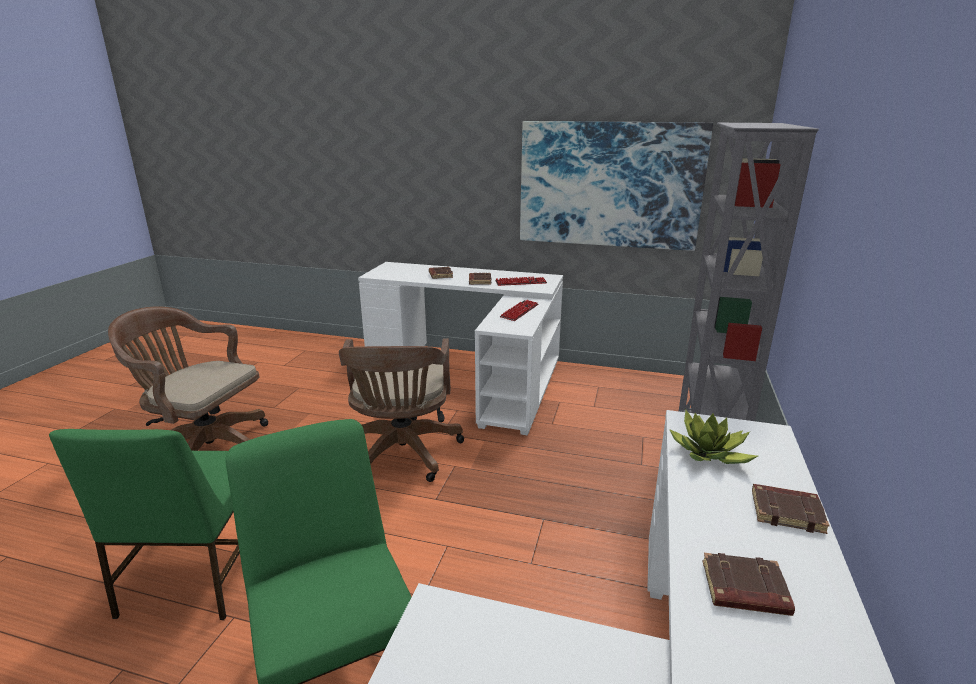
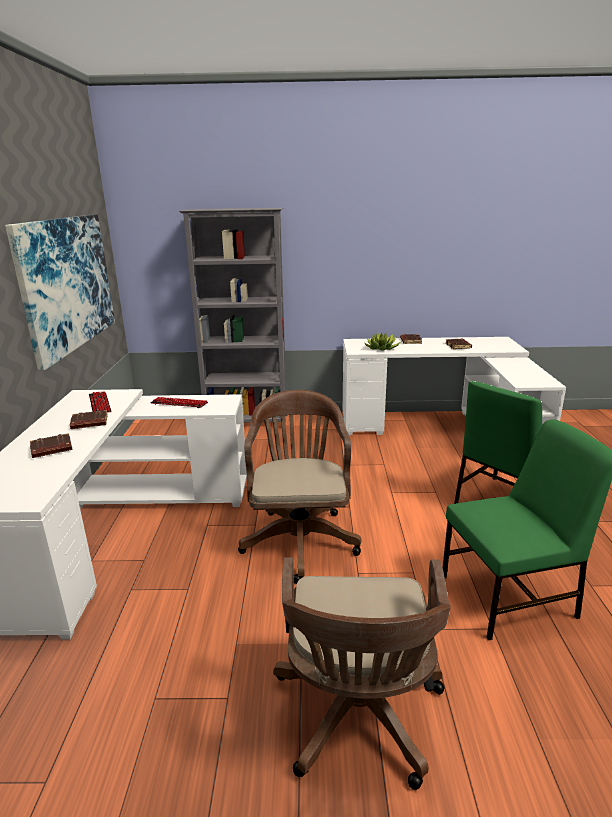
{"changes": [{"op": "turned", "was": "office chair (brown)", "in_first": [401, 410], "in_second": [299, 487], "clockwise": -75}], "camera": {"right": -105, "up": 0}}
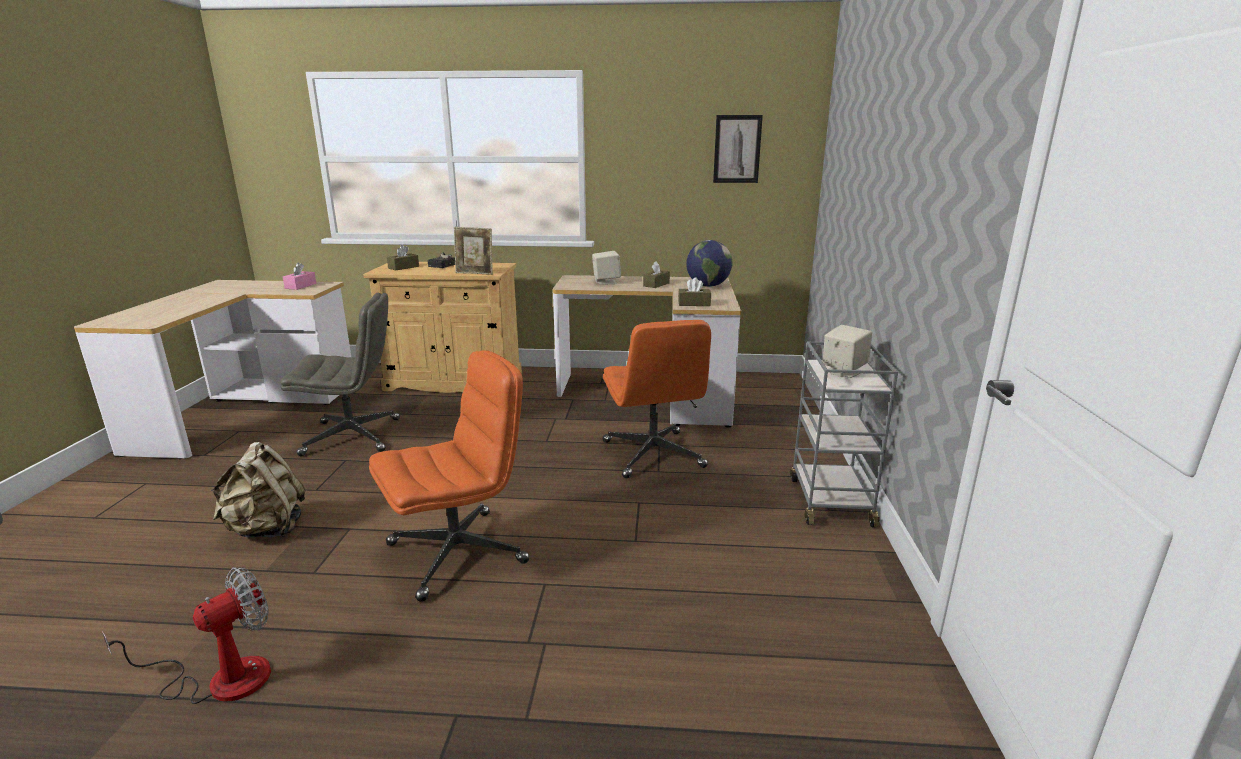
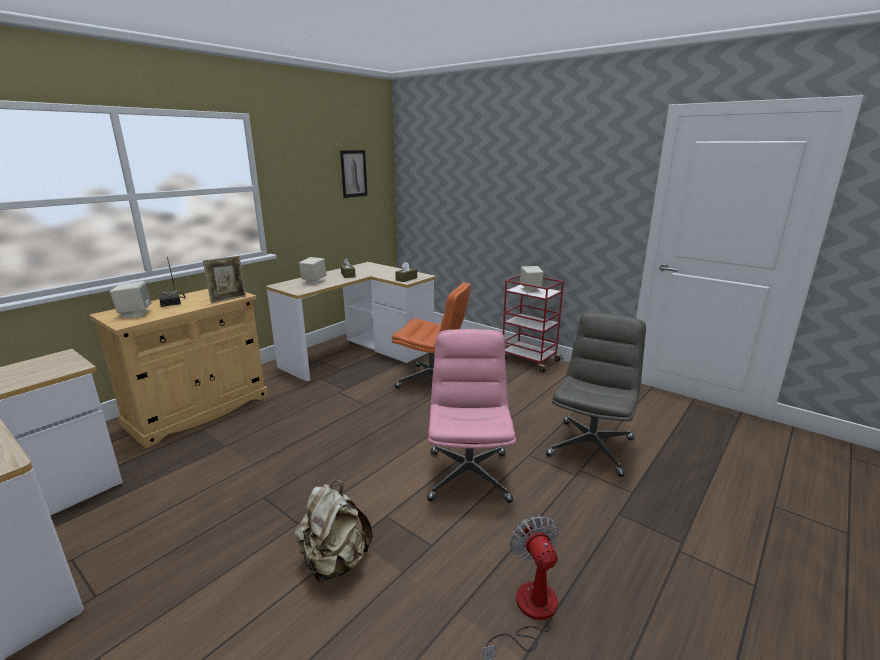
{"changes": [{"op": "moved", "was": "office chair (grey)", "in_first": [340, 374], "in_second": [596, 394]}, {"op": "removed", "was": "tissue box (pink)", "in_first": [299, 276]}, {"op": "recoloured", "was": "office chair (orange)", "now": "office chair (pink)", "in_first": [449, 476], "in_second": [471, 416]}, {"op": "replaced", "was": "tissue box (brown)", "now": "speaker (beige)", "in_first": [403, 257], "in_second": [131, 299]}, {"op": "removed", "was": "globe", "in_first": [709, 263]}, {"op": "recoloured", "was": "cart (grey)", "now": "cart (red)", "in_first": [844, 435], "in_second": [533, 323]}], "camera": {"right": -55, "up": 0}}
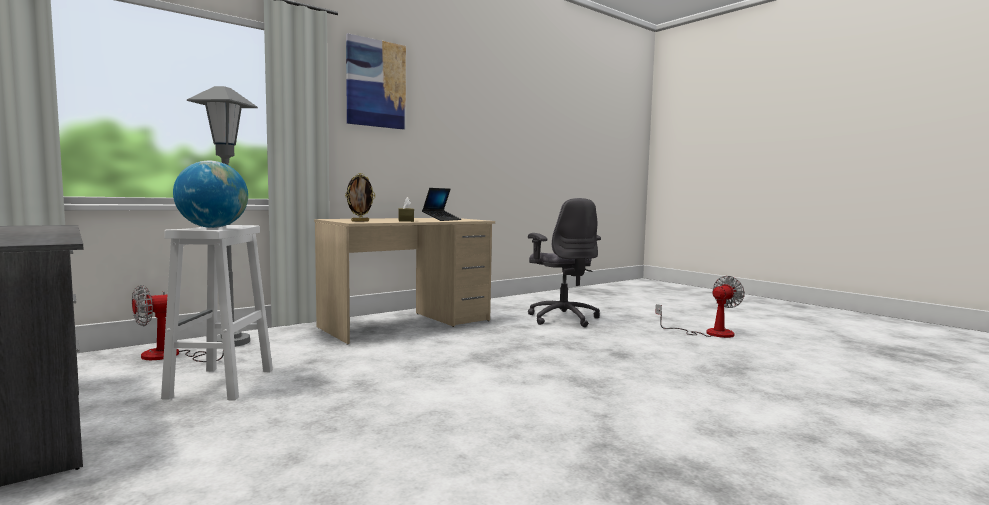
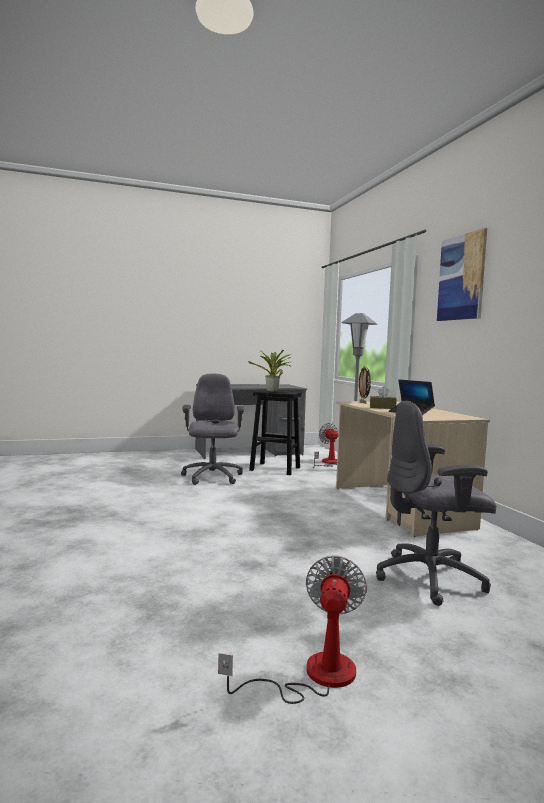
{"changes": [{"op": "recoloured", "was": "stool (white)", "now": "stool (black)", "in_first": [217, 312], "in_second": [275, 432]}, {"op": "replaced", "was": "globe", "now": "potted plant", "in_first": [210, 194], "in_second": [269, 371]}, {"op": "turned", "was": "fan", "in_first": [700, 307], "in_second": [292, 629], "clockwise": -150}, {"op": "added", "now": "office chair (grey)", "in_second": [212, 429]}], "camera": {"right": 110, "up": 0}}
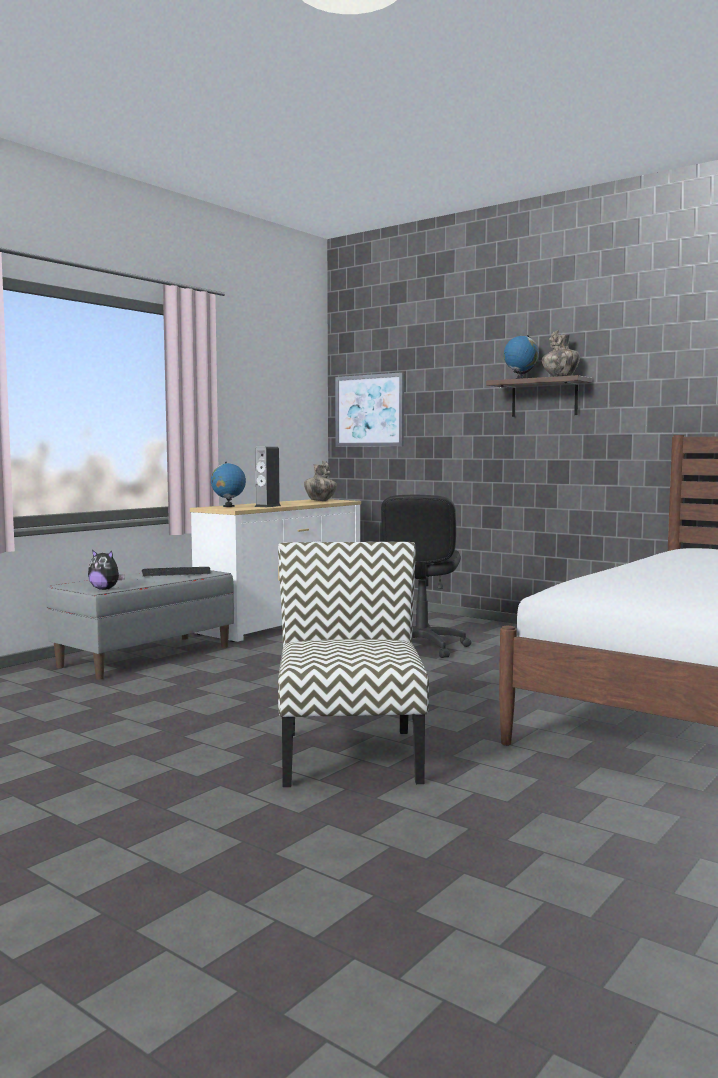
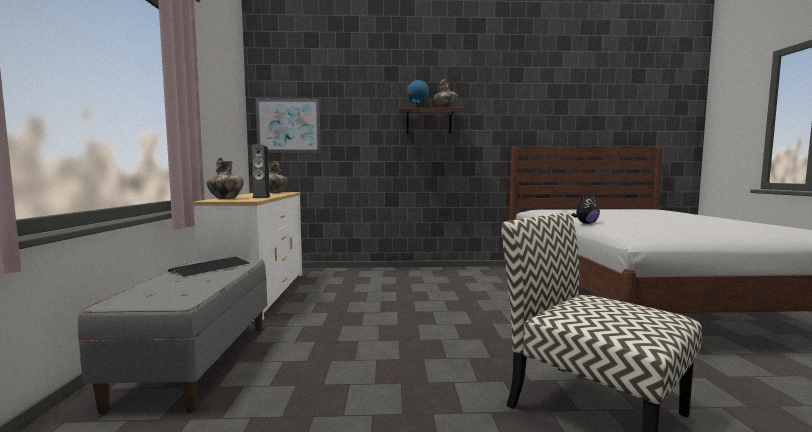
{"changes": [{"op": "moved", "was": "plush toy", "in_first": [106, 570], "in_second": [586, 209]}, {"op": "replaced", "was": "globe", "now": "vase", "in_first": [228, 484], "in_second": [225, 178]}, {"op": "removed", "was": "office chair (black)", "in_first": [426, 576]}], "camera": {"right": -40, "up": 0}}
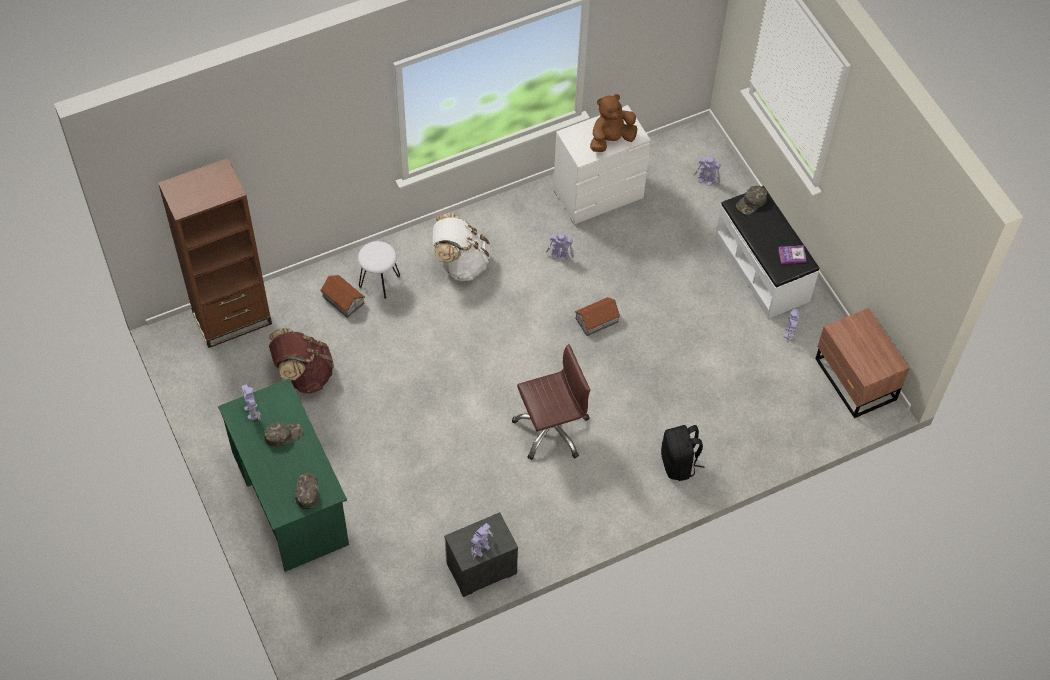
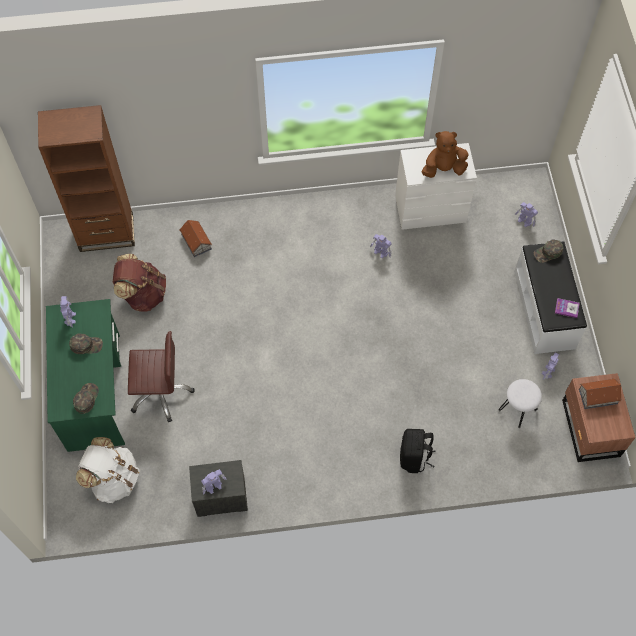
{"changes": [{"op": "moved", "was": "stool (white)", "in_first": [379, 270], "in_second": [520, 403]}, {"op": "moved", "was": "backpack (white)", "in_first": [461, 247], "in_second": [108, 470]}, {"op": "moved", "was": "office chair (brown)", "in_first": [551, 402], "in_second": [161, 376]}, {"op": "moved", "was": "toy house", "in_first": [597, 316], "in_second": [600, 394]}], "camera": {"right": 20, "up": 5}}
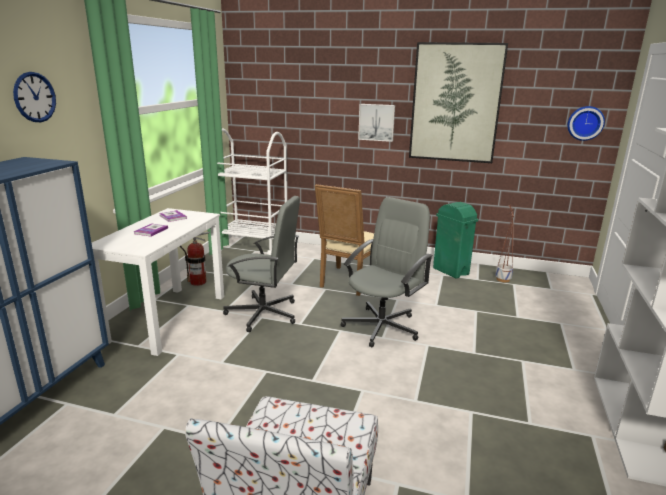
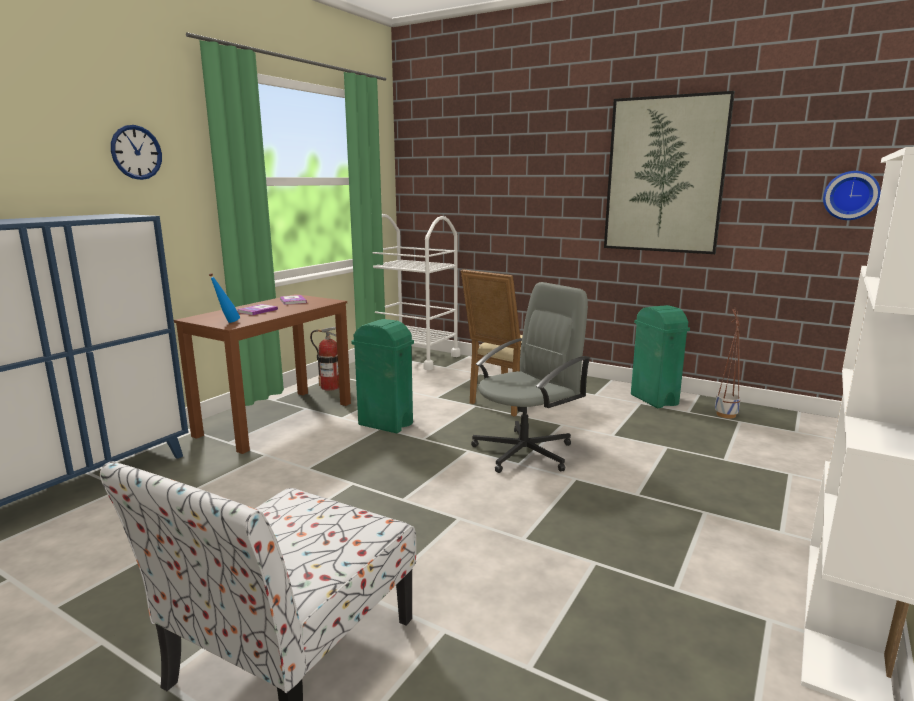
{"changes": [{"op": "recoloured", "was": "desk (white)", "now": "desk (brown)", "in_first": [158, 282], "in_second": [262, 374]}, {"op": "replaced", "was": "office chair (grey)", "now": "trash can (green)", "in_first": [261, 264], "in_second": [382, 376]}, {"op": "removed", "was": "picture", "in_first": [376, 123]}, {"op": "added", "now": "bottle (blue)", "in_second": [224, 298]}], "camera": {"right": 15, "up": -5}}
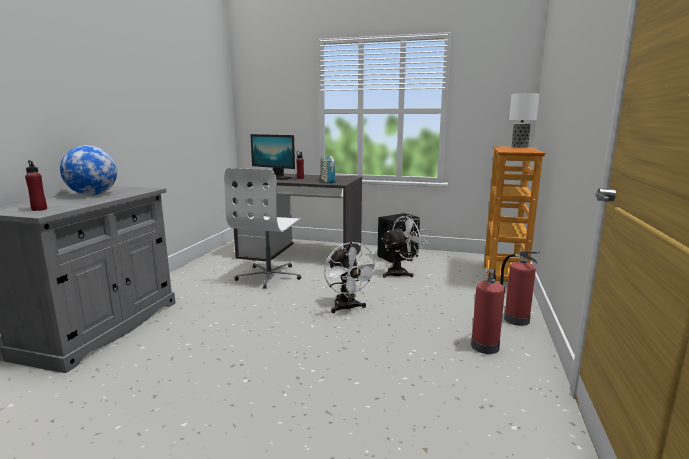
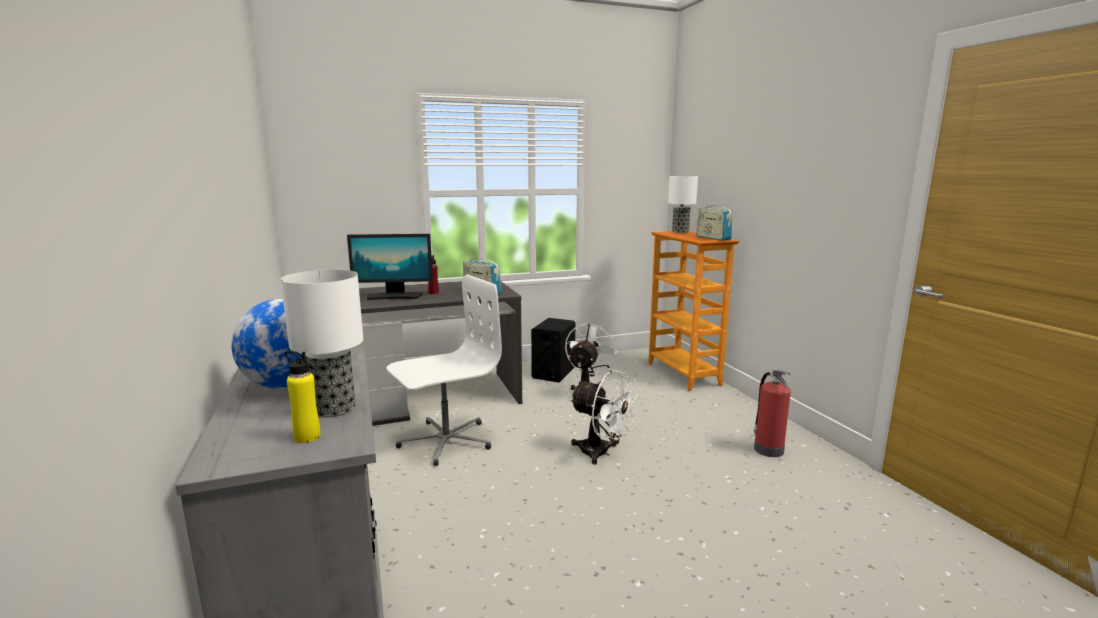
{"changes": [{"op": "recoloured", "was": "bottle (red)", "now": "bottle (yellow)", "in_first": [36, 185], "in_second": [302, 397]}, {"op": "turned", "was": "office chair (white)", "in_first": [262, 228], "in_second": [444, 370], "clockwise": -105}, {"op": "removed", "was": "fire extinguisher", "in_first": [520, 288]}, {"op": "added", "now": "table lamp", "in_second": [322, 343]}, {"op": "added", "now": "radio", "in_second": [714, 221]}], "camera": {"right": -35, "up": 0}}
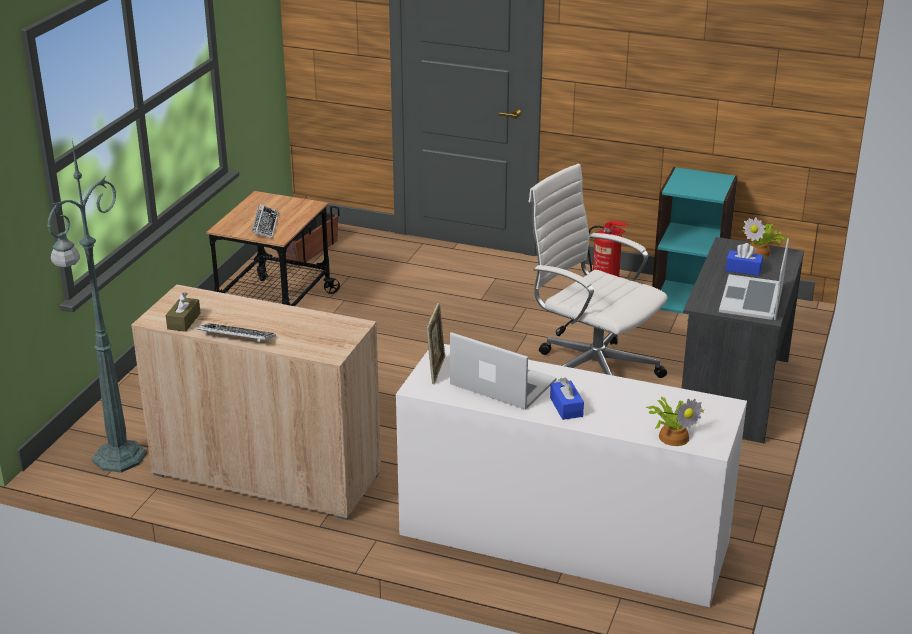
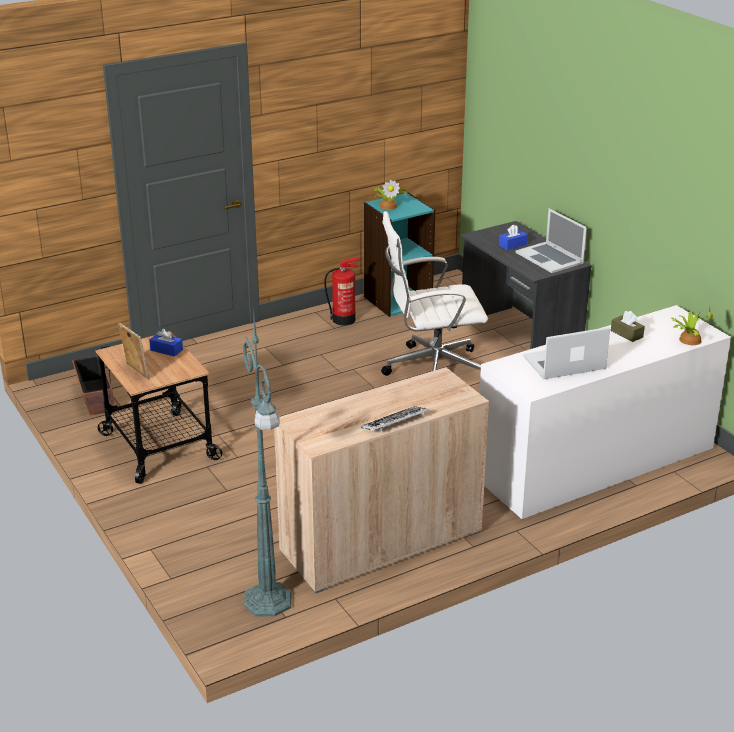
{"changes": [{"op": "moved", "was": "tissue box (brown)", "in_first": [183, 312], "in_second": [628, 326]}, {"op": "removed", "was": "keyboard", "in_first": [265, 221]}, {"op": "moved", "was": "picture frame", "in_first": [435, 343], "in_second": [133, 350]}, {"op": "moved", "was": "tissue box (blue)", "in_first": [567, 398], "in_second": [166, 343]}, {"op": "moved", "was": "potted plant", "in_first": [762, 237], "in_second": [390, 194]}], "camera": {"right": -50, "up": 0}}
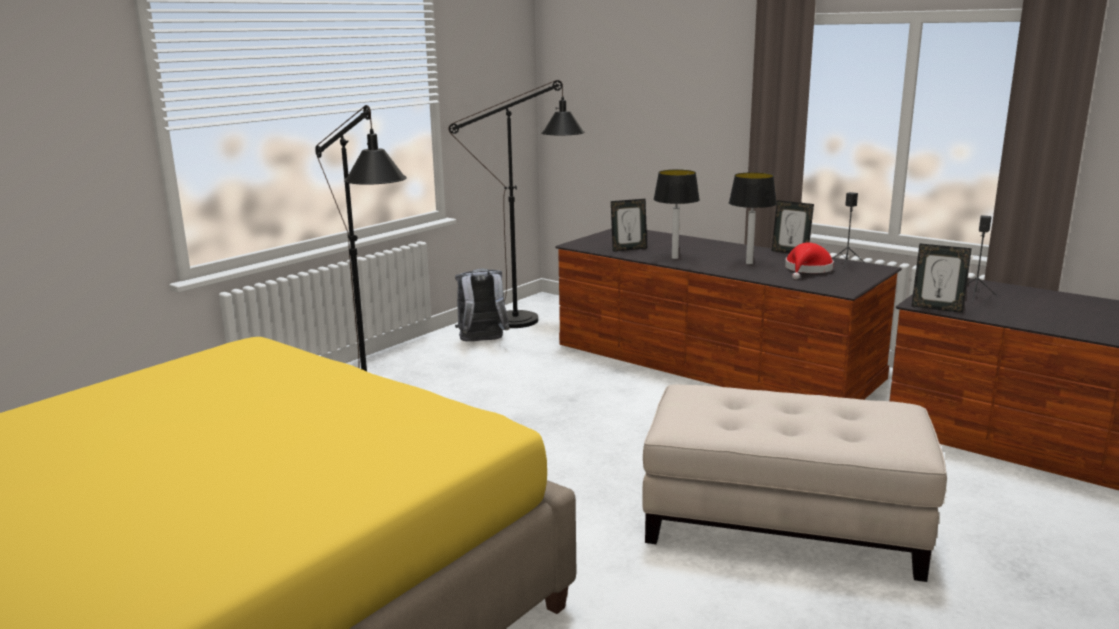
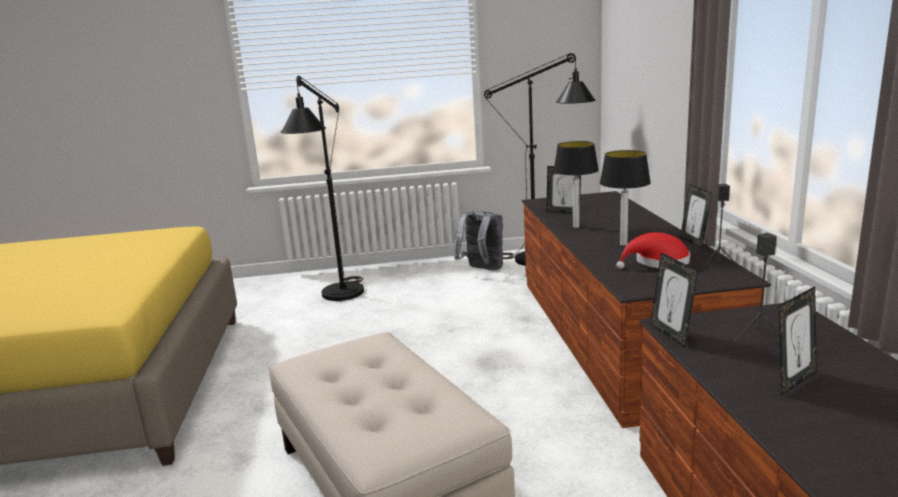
{"changes": [{"op": "added", "now": "picture frame", "in_second": [798, 341]}], "camera": {"right": 45, "up": 0}}
